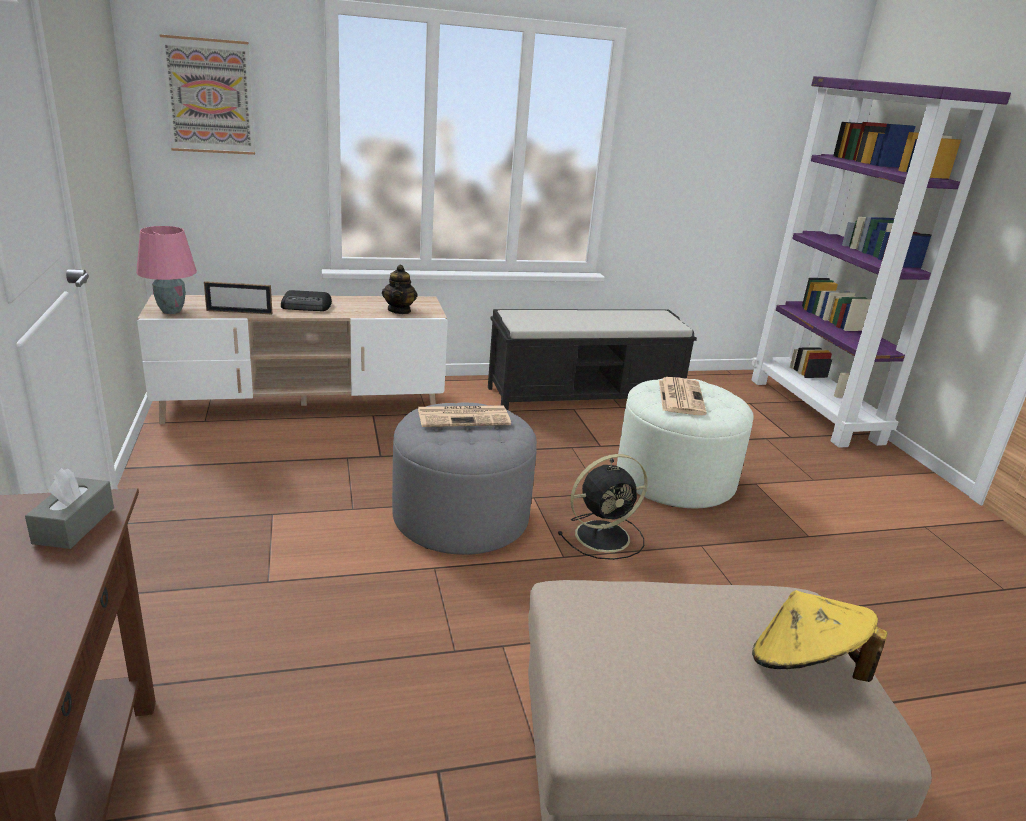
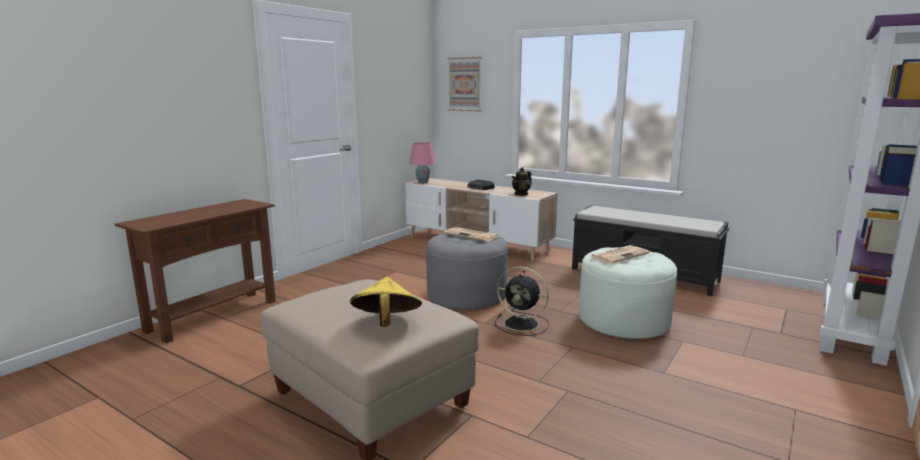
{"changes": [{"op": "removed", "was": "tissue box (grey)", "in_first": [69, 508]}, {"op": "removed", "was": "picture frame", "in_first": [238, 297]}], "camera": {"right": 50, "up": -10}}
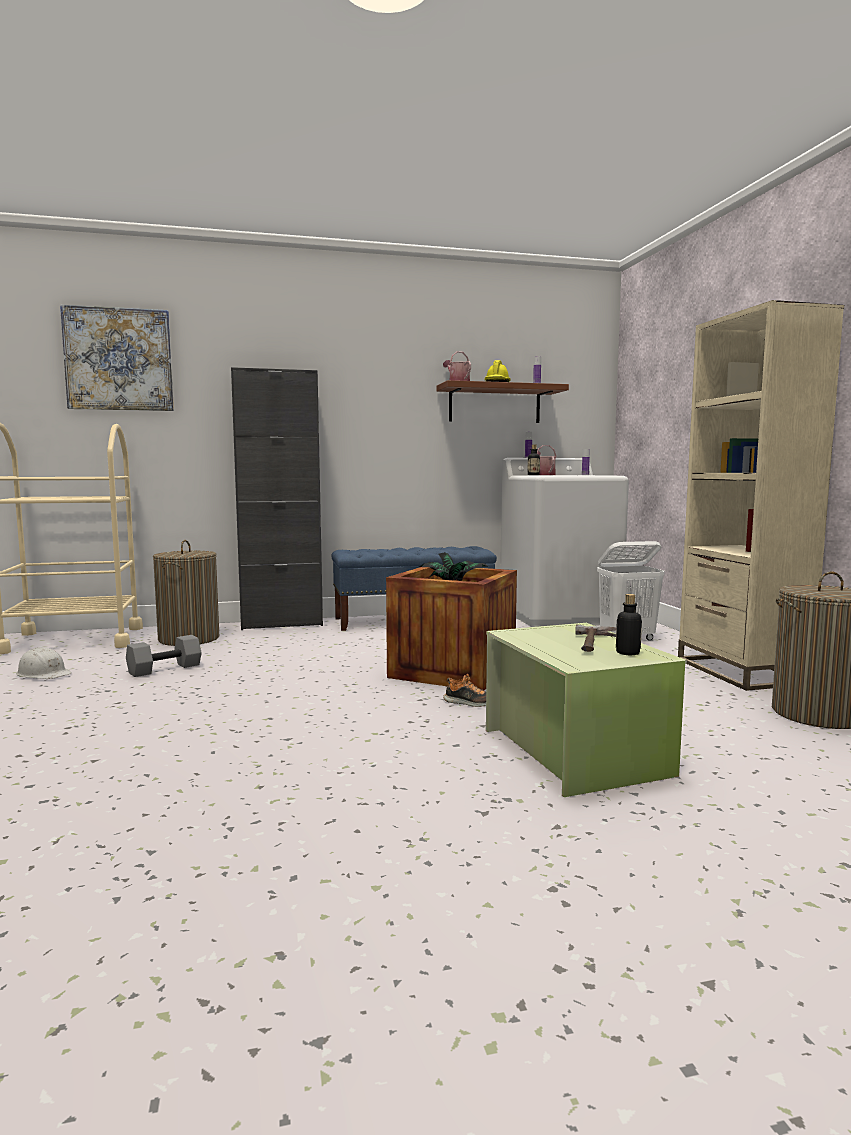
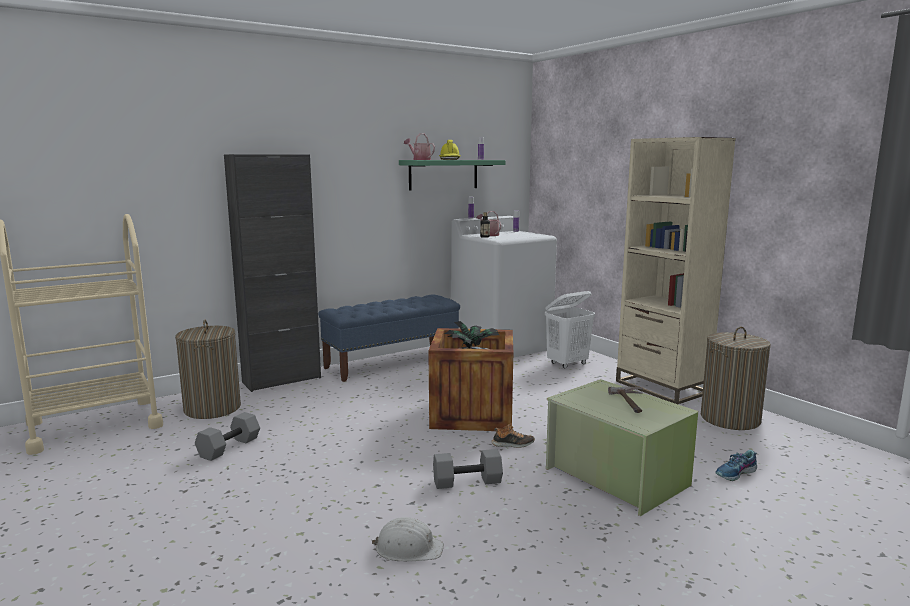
{"changes": [{"op": "moved", "was": "hard hat (white)", "in_first": [44, 663], "in_second": [408, 539]}, {"op": "removed", "was": "picture", "in_first": [117, 357]}, {"op": "recoloured", "was": "shelf (brown)", "now": "shelf (green)", "in_first": [503, 401], "in_second": [452, 175]}, {"op": "removed", "was": "bottle", "in_first": [629, 624]}, {"op": "added", "now": "dumbbell (grey)", "in_second": [468, 469]}, {"op": "added", "now": "shoe", "in_second": [736, 465]}], "camera": {"right": -20, "up": 5}}
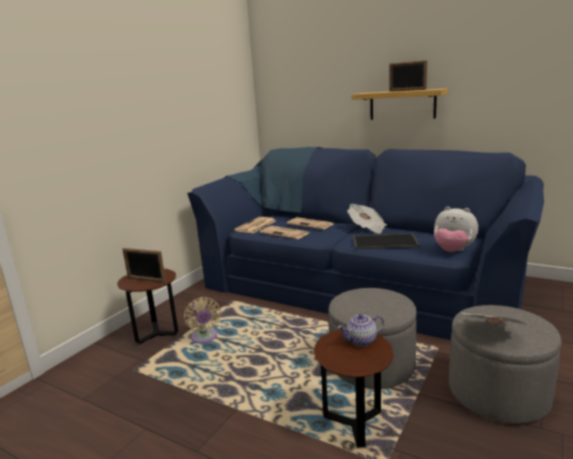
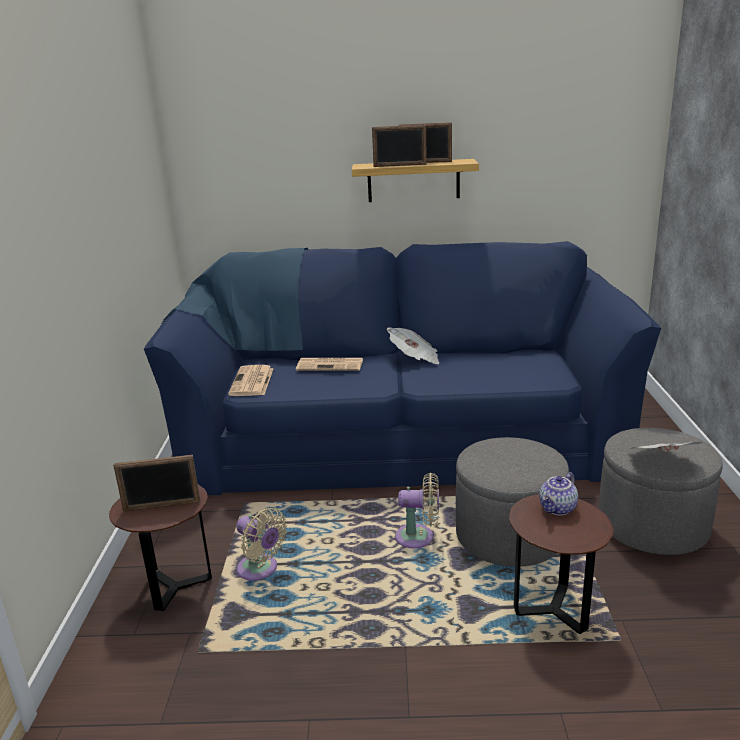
{"changes": [{"op": "removed", "was": "newspaper", "in_first": [284, 232]}, {"op": "removed", "was": "tray", "in_first": [386, 241]}, {"op": "removed", "was": "plush toy", "in_first": [456, 229]}, {"op": "added", "now": "picture frame", "in_second": [399, 146]}, {"op": "added", "now": "fan (beige)", "in_second": [417, 510]}], "camera": {"right": -30, "up": 5}}
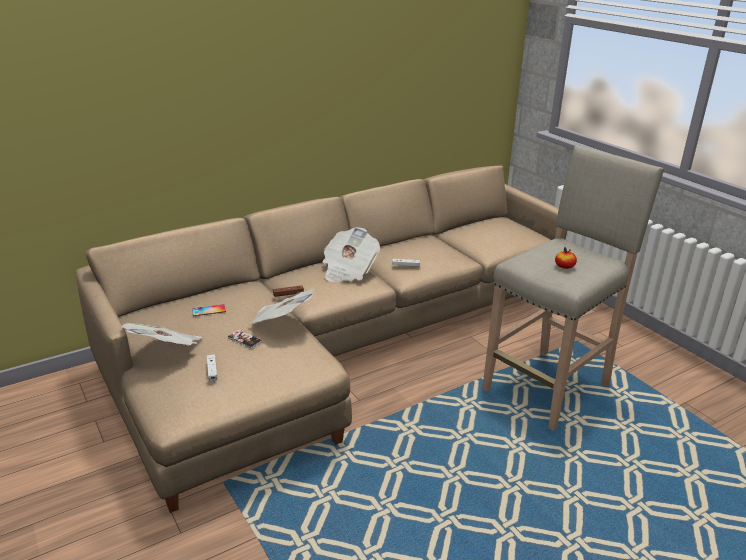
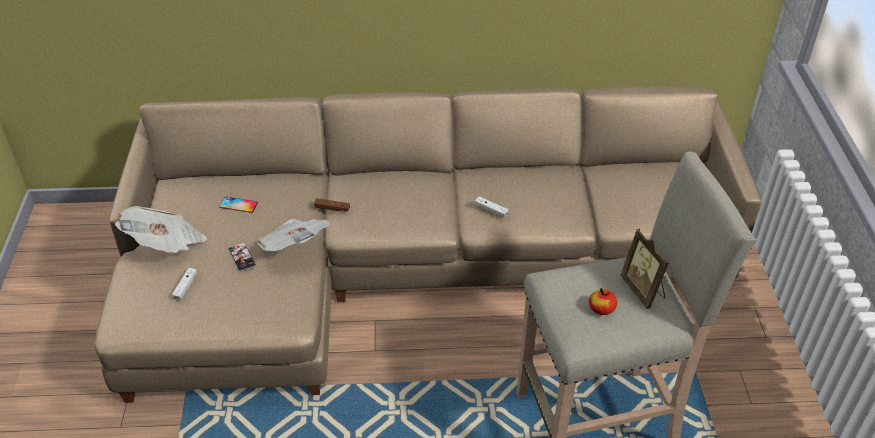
{"changes": [{"op": "removed", "was": "newspaper", "in_first": [351, 254]}, {"op": "added", "now": "picture frame", "in_second": [644, 269]}], "camera": {"right": 30, "up": 15}}
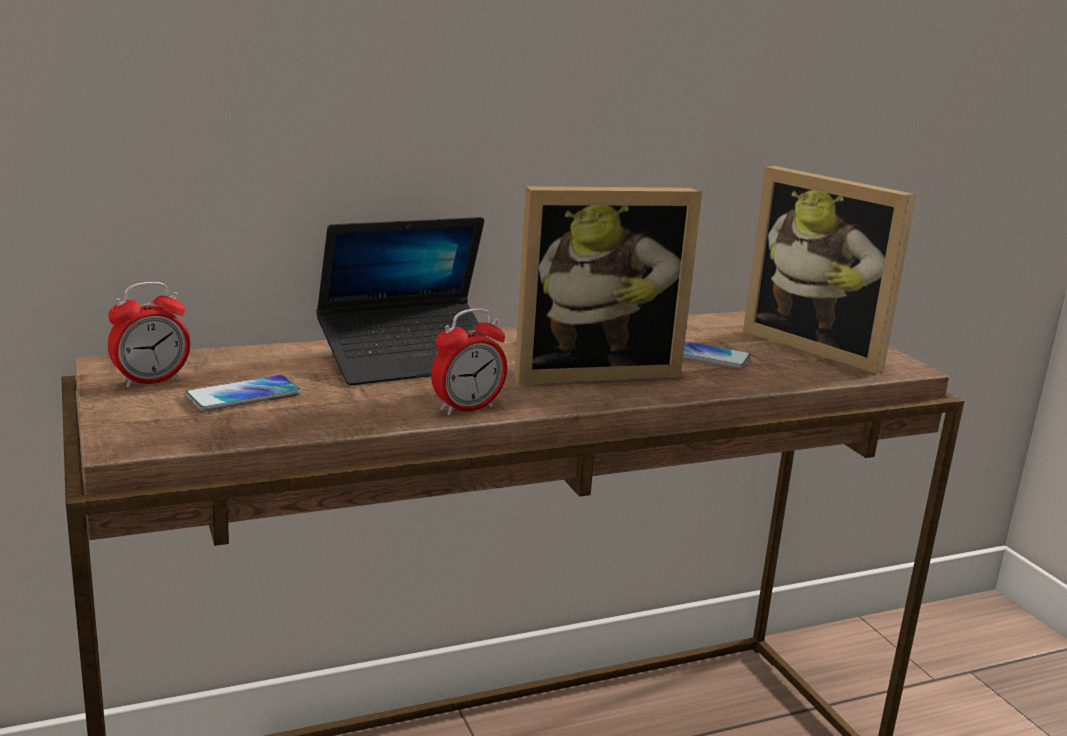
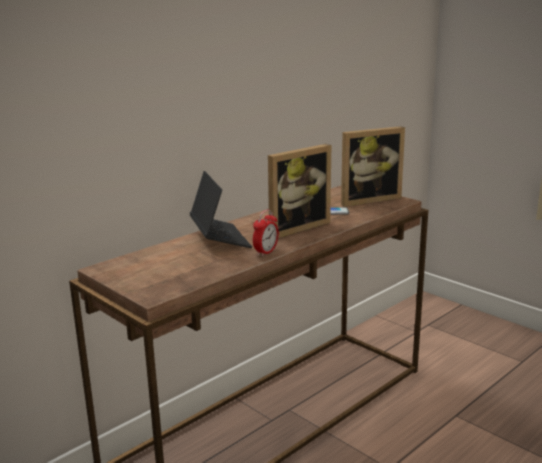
{"changes": [{"op": "removed", "was": "alarm clock", "in_first": [149, 335]}, {"op": "removed", "was": "phone", "in_first": [243, 393]}, {"op": "turned", "was": "laptop", "in_first": [401, 301], "in_second": [221, 209], "clockwise": -60}, {"op": "turned", "was": "picture frame", "in_first": [829, 270], "in_second": [373, 166], "clockwise": -45}], "camera": {"right": -20, "up": 0}}
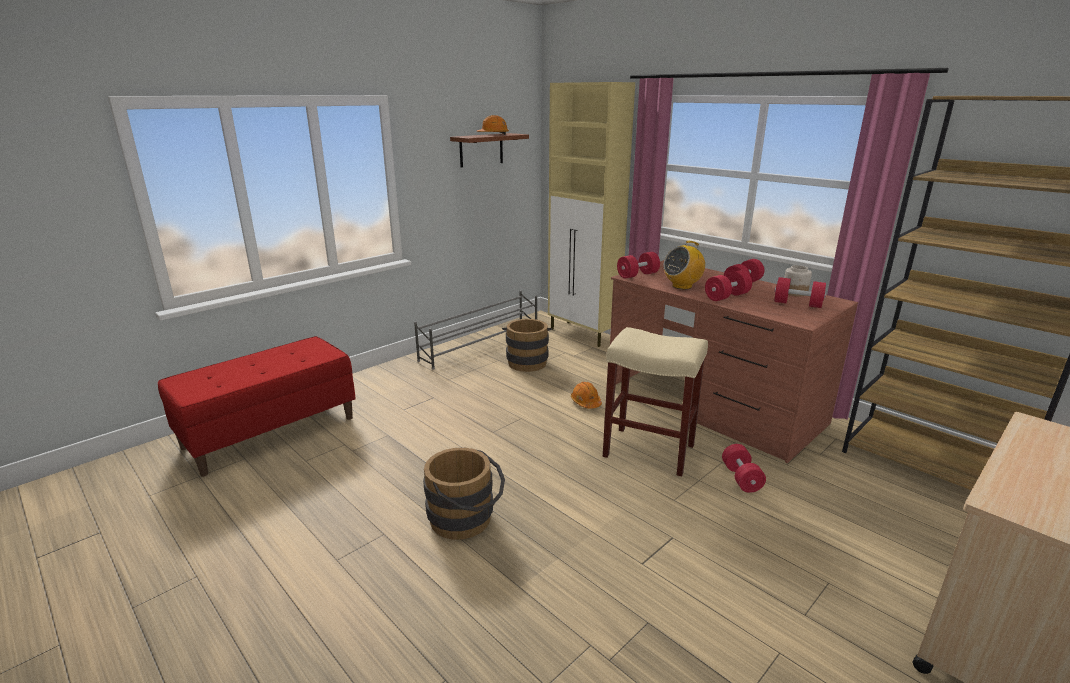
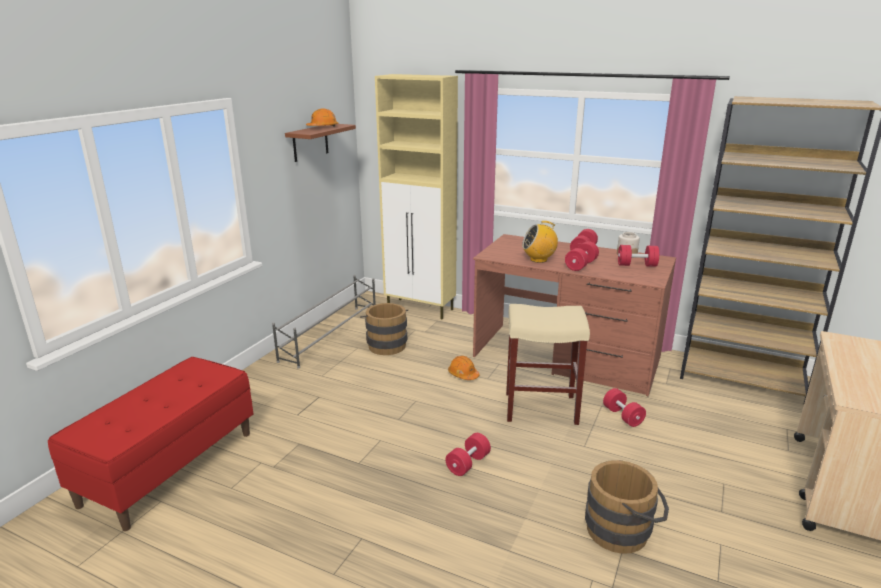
{"changes": [{"op": "moved", "was": "bucket (brown)", "in_first": [464, 494], "in_second": [627, 507]}, {"op": "moved", "was": "dumbbell (red)", "in_first": [638, 265], "in_second": [468, 454]}, {"op": "turned", "was": "radio", "in_first": [684, 265], "in_second": [540, 242], "clockwise": 45}], "camera": {"right": -20, "up": 0}}
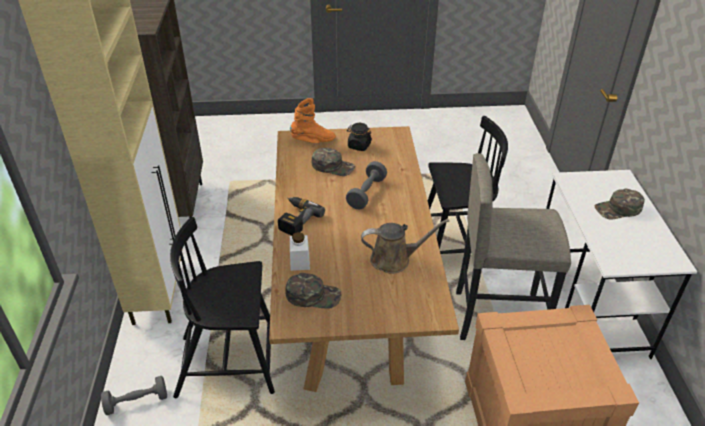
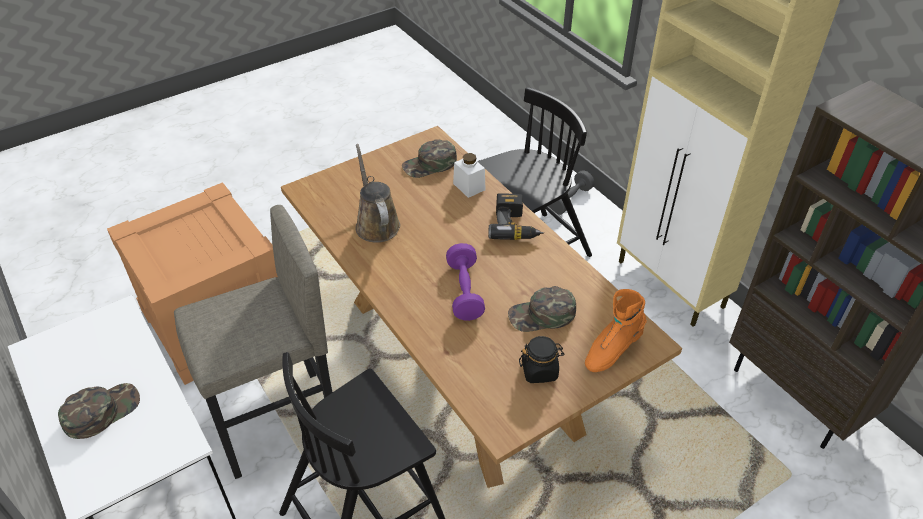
{"changes": [{"op": "recoloured", "was": "dumbbell (grey)", "now": "dumbbell (purple)", "in_first": [366, 185], "in_second": [465, 282]}, {"op": "turned", "was": "watering can (brown)", "in_first": [405, 246], "in_second": [377, 193], "clockwise": 105}], "camera": {"right": 150, "up": 5}}
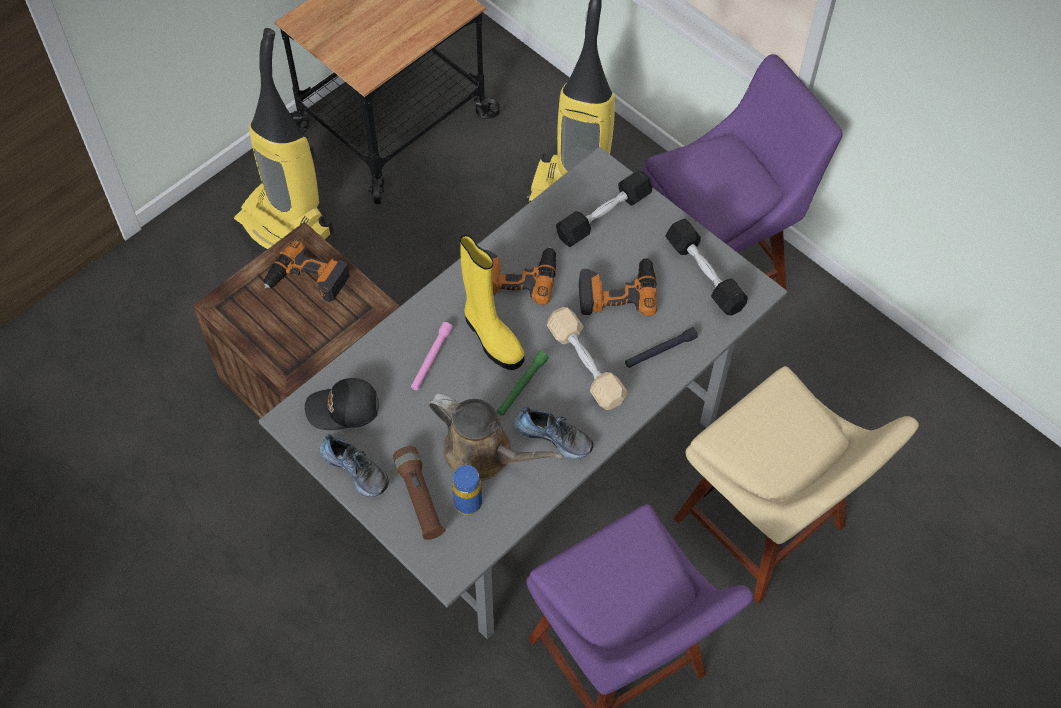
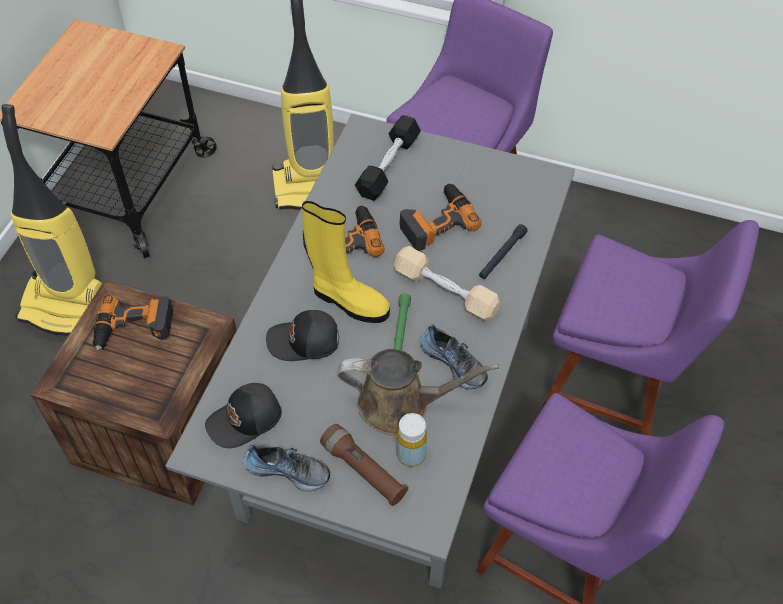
{"changes": [{"op": "replaced", "was": "flashlight (pink)", "now": "cap (black)", "in_first": [432, 356], "in_second": [302, 335]}, {"op": "recoloured", "was": "bottle (blue)", "now": "bottle (yellow)", "in_first": [467, 490], "in_second": [412, 440]}, {"op": "turned", "was": "shoe", "in_first": [553, 433], "in_second": [454, 356], "clockwise": 45}, {"op": "removed", "was": "dumbbell (black)", "in_first": [706, 267]}, {"op": "recoloured", "was": "chair (beige)", "now": "chair (purple)", "in_first": [796, 485], "in_second": [649, 328]}], "camera": {"right": -25, "up": -5}}
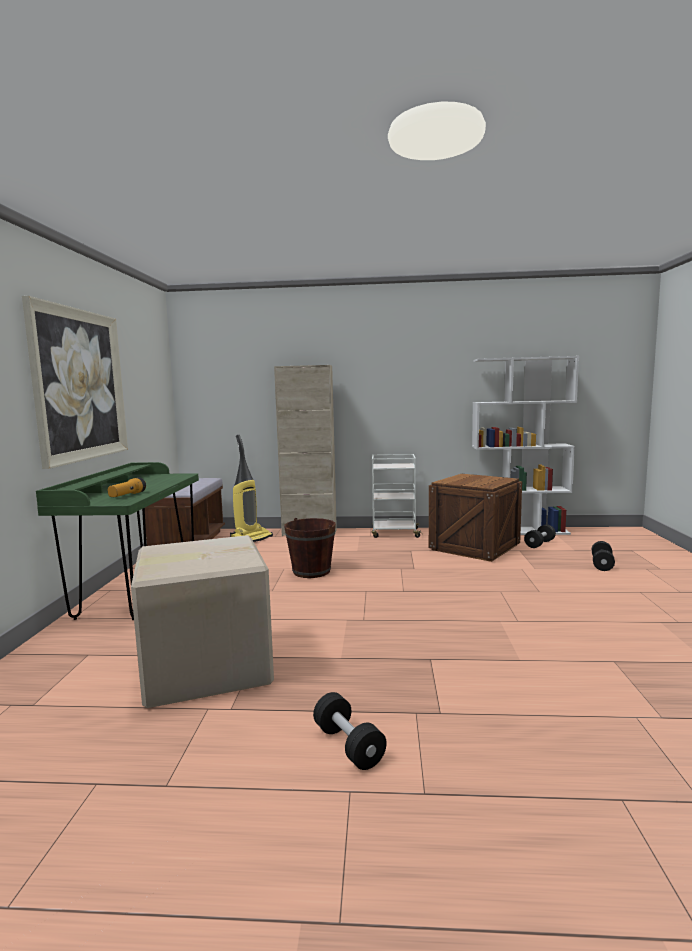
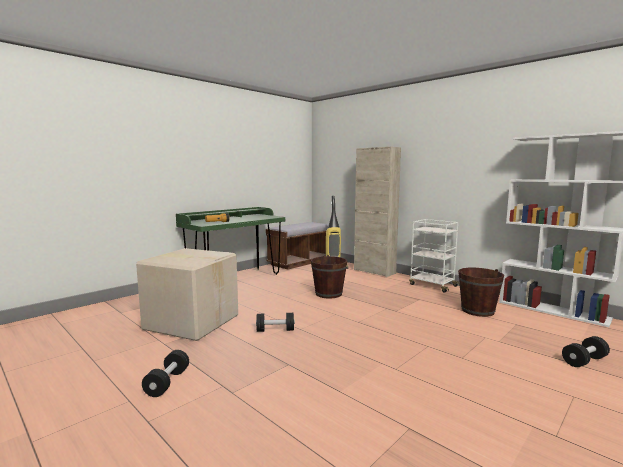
{"changes": [{"op": "removed", "was": "picture", "in_first": [75, 382]}, {"op": "replaced", "was": "crate", "now": "bucket (brown)", "in_first": [475, 518], "in_second": [481, 292]}, {"op": "moved", "was": "dumbbell (black)", "in_first": [540, 536], "in_second": [275, 322]}], "camera": {"right": 40, "up": 0}}
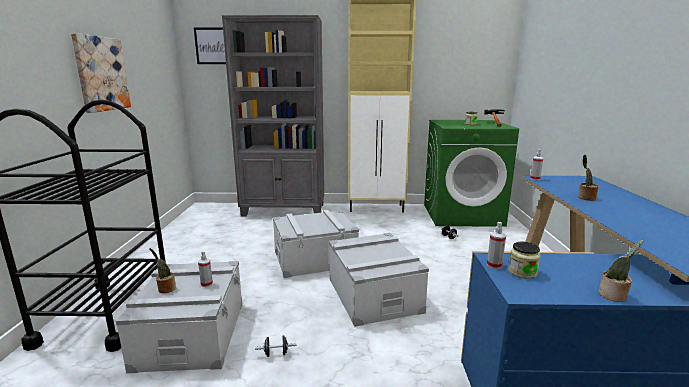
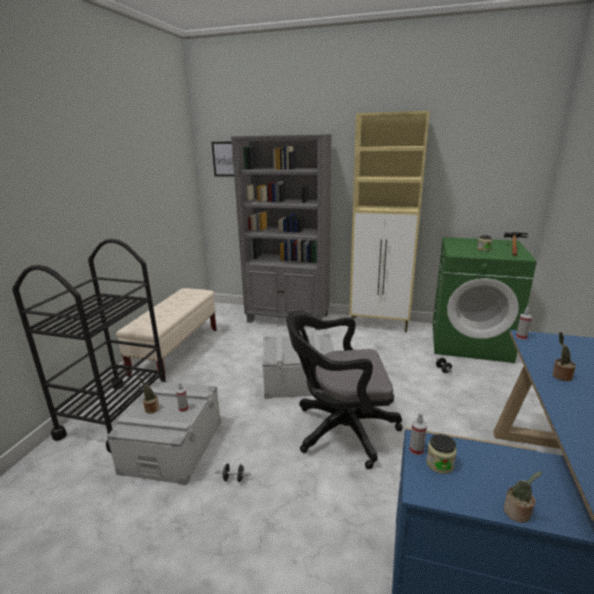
{"changes": [{"op": "removed", "was": "picture", "in_first": [101, 73]}, {"op": "replaced", "was": "storage box (grey)", "now": "office chair (black)", "in_first": [379, 280], "in_second": [344, 389]}, {"op": "added", "now": "bench (beige)", "in_second": [166, 334]}], "camera": {"right": 15, "up": 5}}
